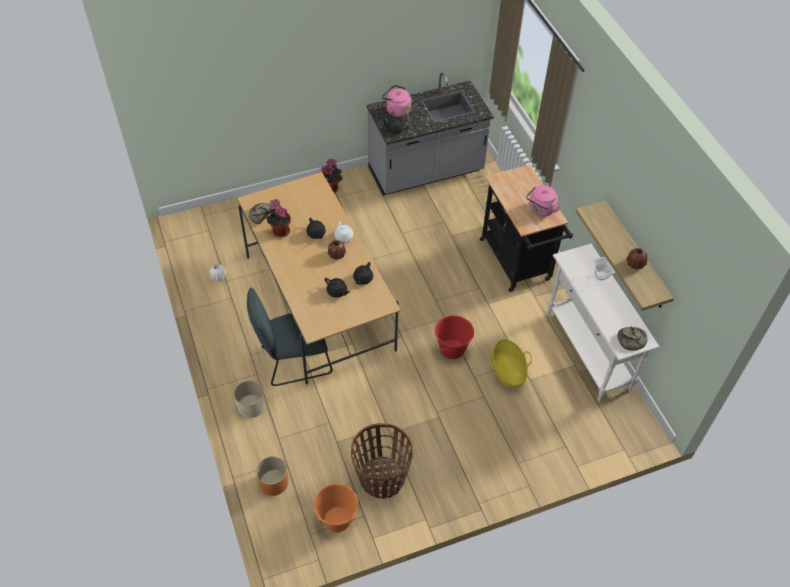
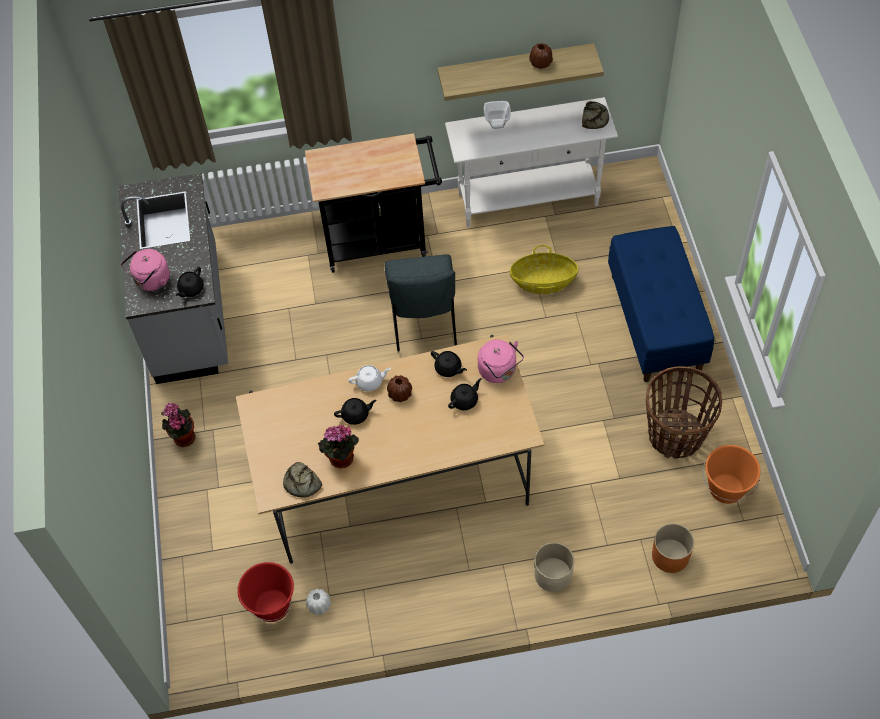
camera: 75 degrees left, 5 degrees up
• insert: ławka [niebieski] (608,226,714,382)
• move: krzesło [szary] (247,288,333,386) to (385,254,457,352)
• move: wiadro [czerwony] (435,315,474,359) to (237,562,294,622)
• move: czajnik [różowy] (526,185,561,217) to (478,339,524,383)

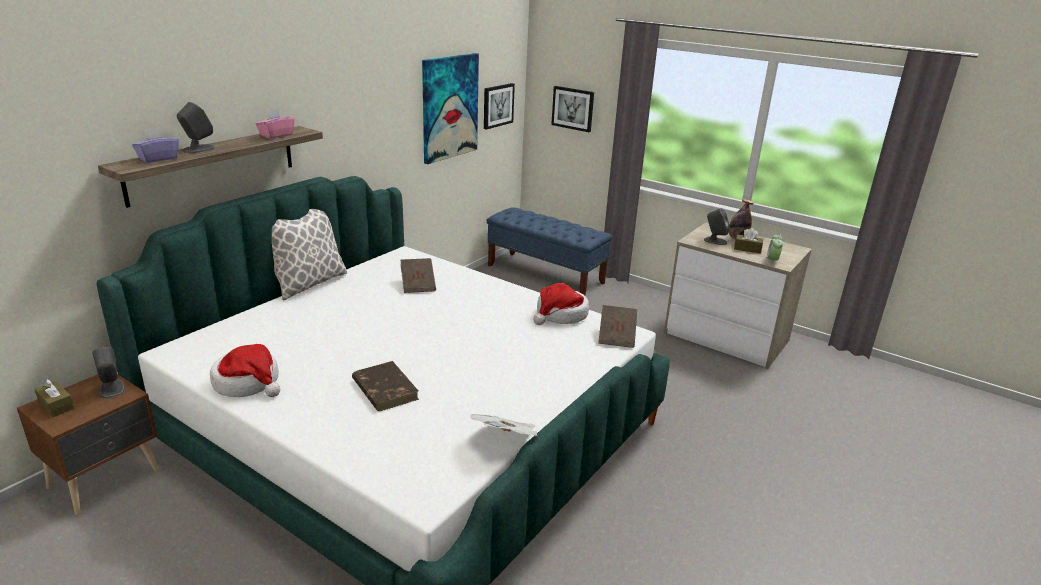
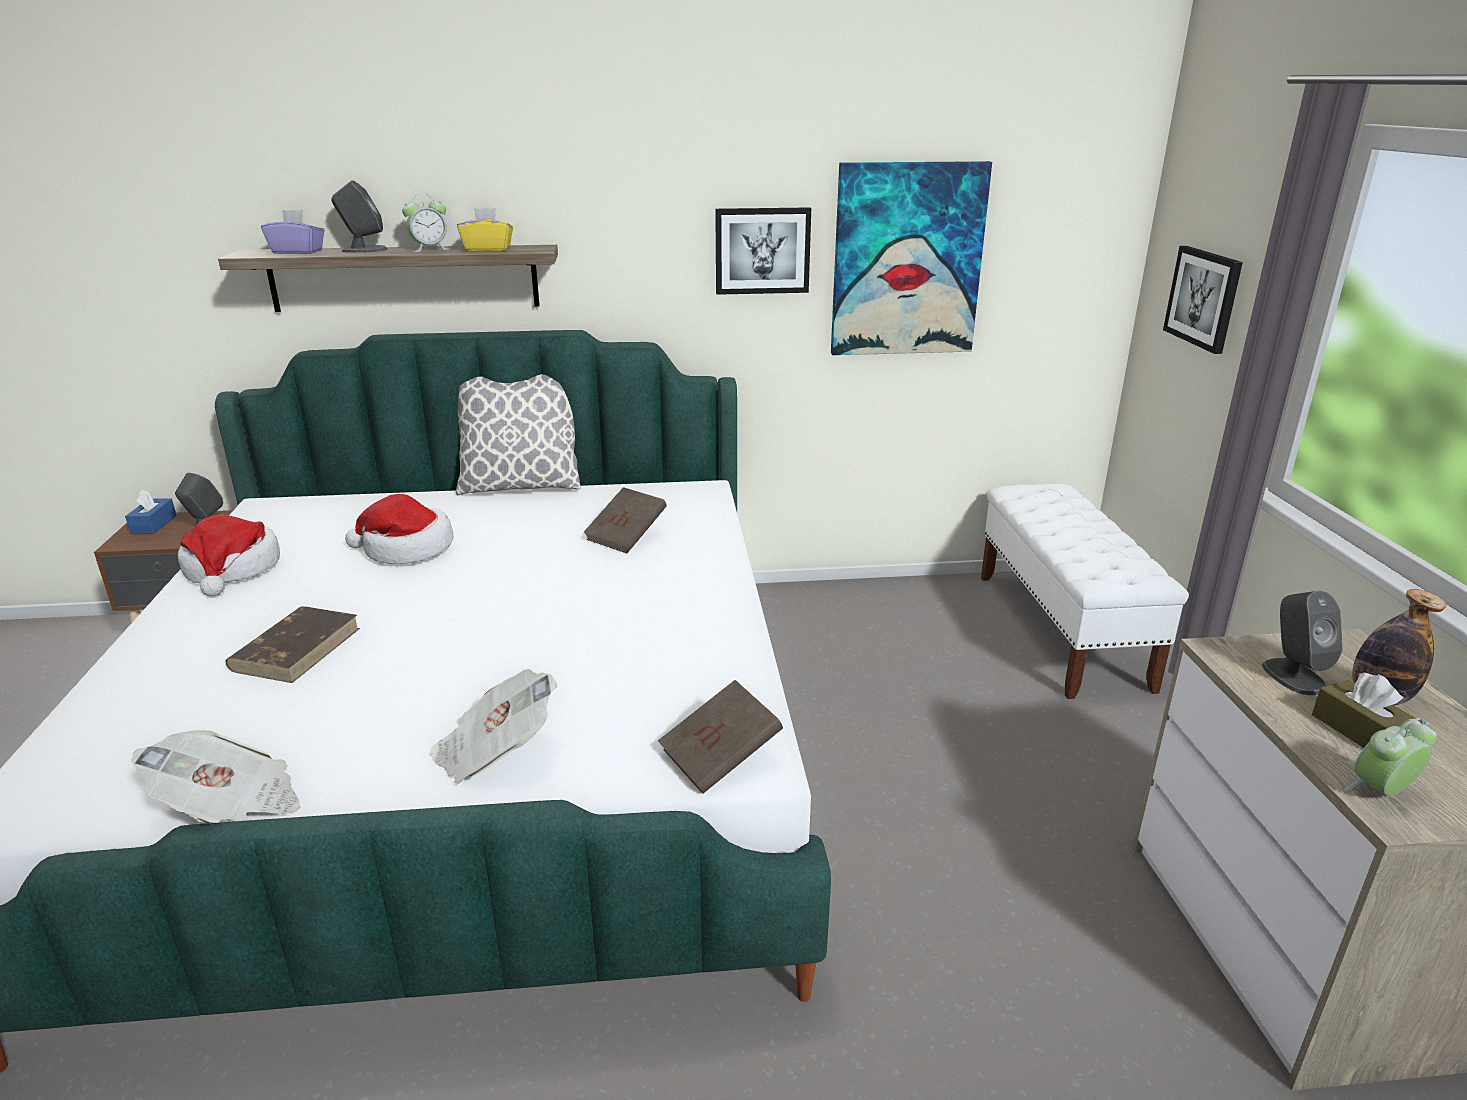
camera: 50 degrees right, 0 degrees up
• insert: budzik (402,194,449,252)
• insert: gazeta (429,669,557,784)
• move: obraz (484,83,515,130) to (715,207,811,295)
• move: kapelusz (534,283,589,325) to (345,494,454,564)
• recolor: pudełko chusteczek [brązowy] (35,379,75,417) to pudełko chusteczek [niebieski] (125,489,177,534)
• recolor: pudełko chusteczek [różowy] (256,109,295,139) to pudełko chusteczek [żółty] (457,208,513,252)
• recolor: ławka [niebieski] (487,207,612,296) to ławka [biały] (981,484,1189,699)

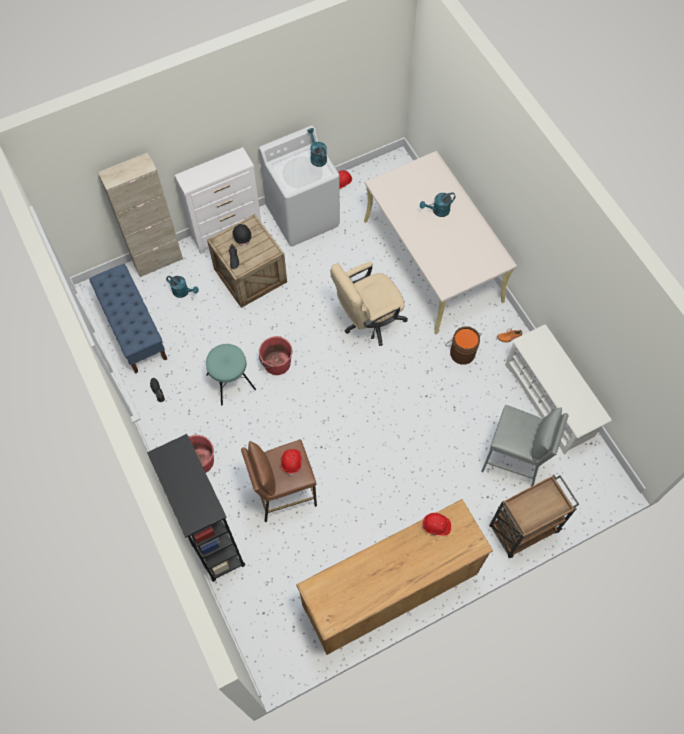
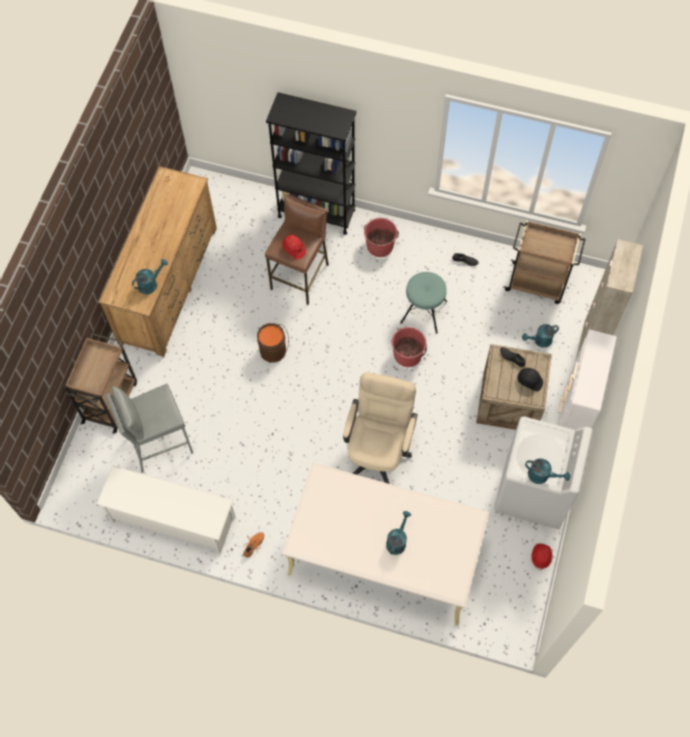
camera: 135 degrees right, 0 degrees up
• move: wiadro [brązowy] (445,326,482,365) to (257,323,289,363)
• replace: ławka [niebieski] (89,264,167,374) to wózek [brązowy] (503,220,586,304)
• replace: kask [czerwony] (422,513,451,536) to konewka [turkusowy] (132,259,168,294)

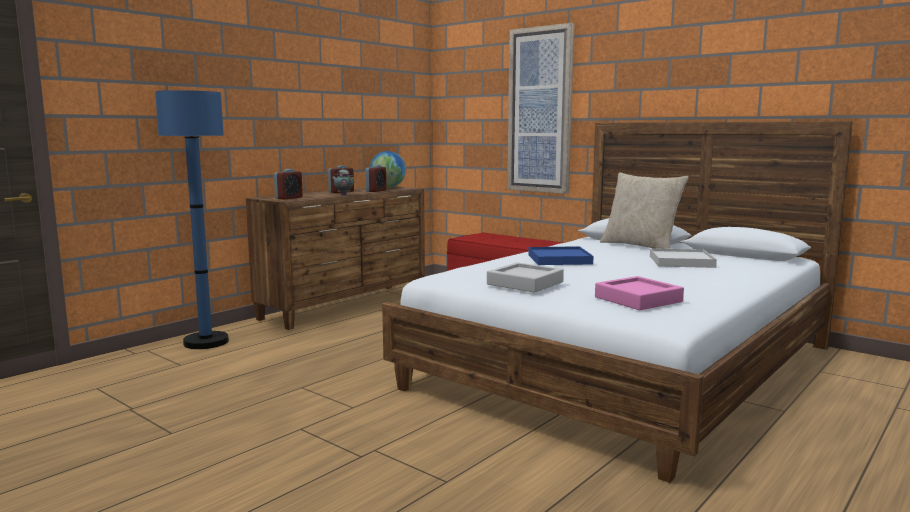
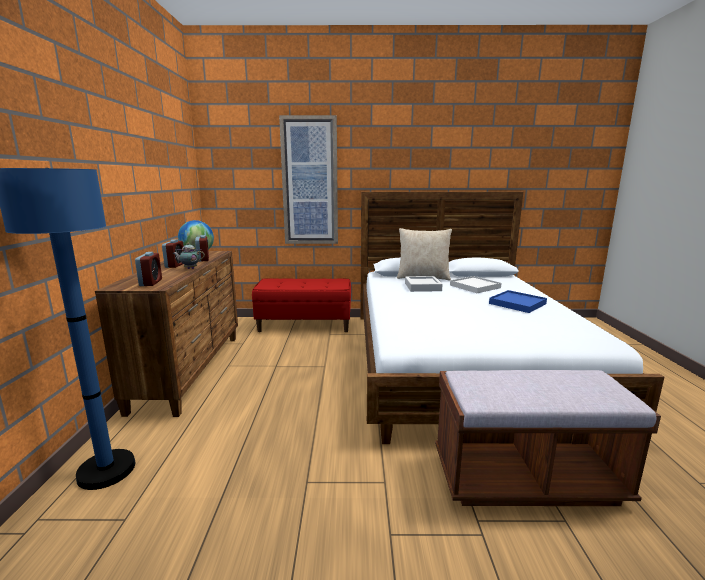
camera: 40 degrees left, 5 degrees up
• delete: taca [różowy] (595,276,684,310)
• insert: ławka [brązowy] (435,370,661,506)
• move: taca [szary] (487,263,564,293) to (405,276,443,292)
• move: taca [niebieski] (528,246,593,265) to (489,290,547,313)

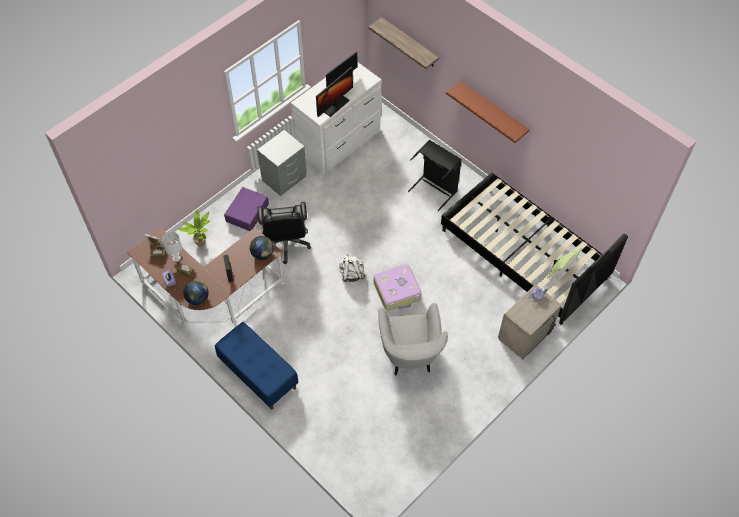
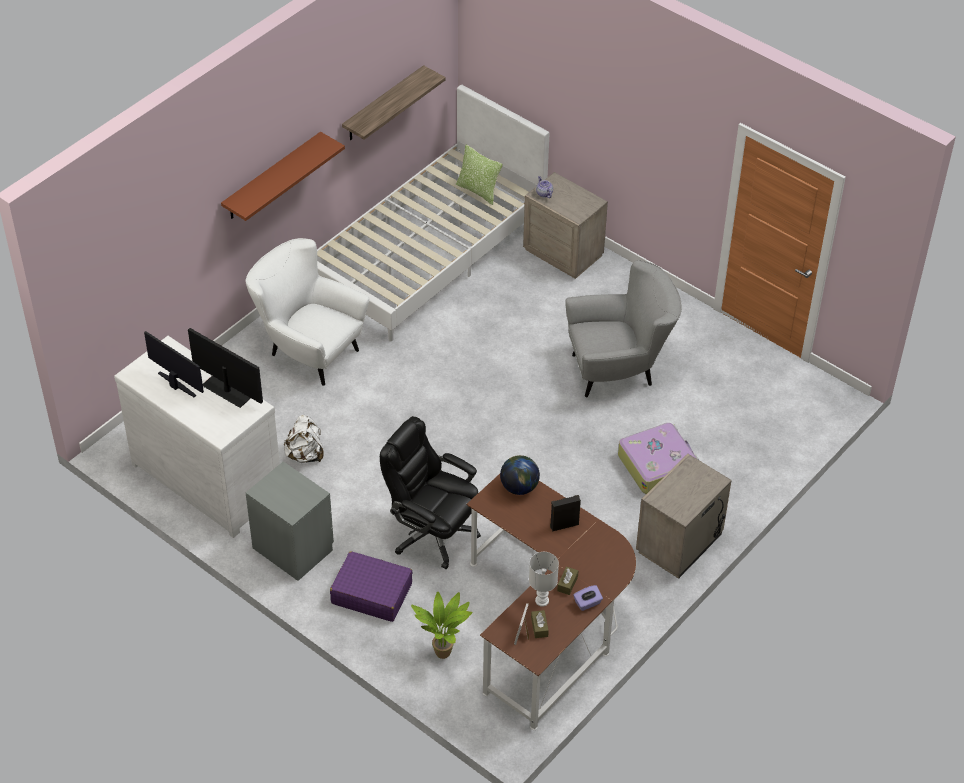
camera: 95 degrees left, 10 degrees down
• delete: globus (183,280,209,305)
• move: plecak [biały] (339,255,365,282) to (284,415,324,463)
• move: półka (368,17,439,69) to (342,65,445,140)
• move: walizka (374,264,422,311) to (618,423,699,494)
• replace: ławka [niebieski] (215,322,298,410) to szafka nocna [beżowy] (636,454,732,579)
• replace: kosz na pranie [czarny] (408,140,462,211) to fotel [biały] (245,238,370,386)
• recolor: łóżko [czarny] (441,173,628,325) to łóżko [biały] (317,85,549,342)
• rotate: krzesło biurowe [czarny] (257,202,311,264) = (380,416,481,569) 135 degrees counterclockwise

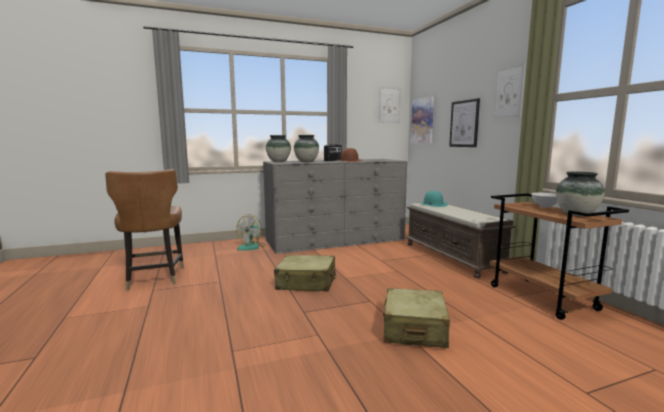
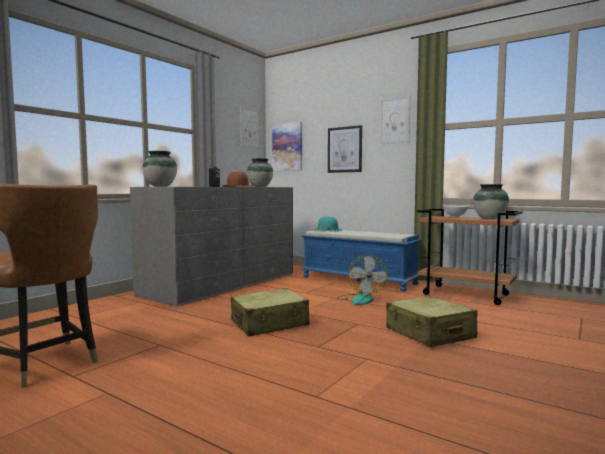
camera: 35 degrees left, 5 degrees down
• move: wentylator (236,214,265,251) to (337,255,387,305)
• move: wazon (294,135,319,162) to (247,158,273,187)
• recolor: ławka [brązowy] (406,203,516,278) to ławka [niebieski] (301,230,422,291)

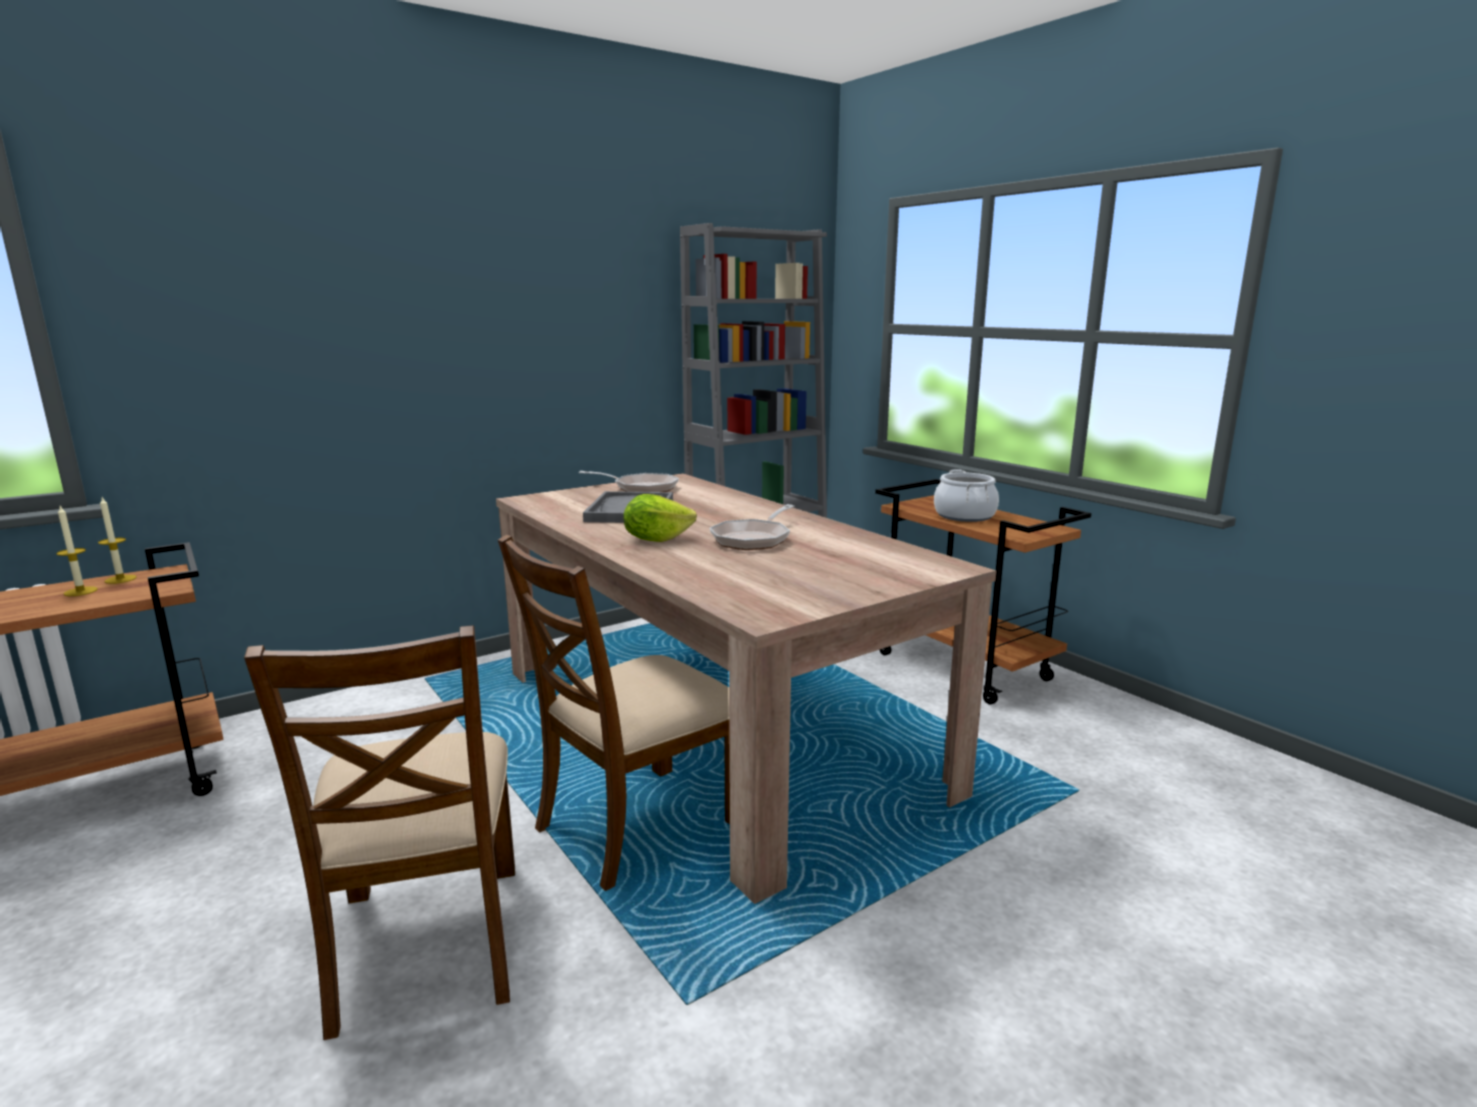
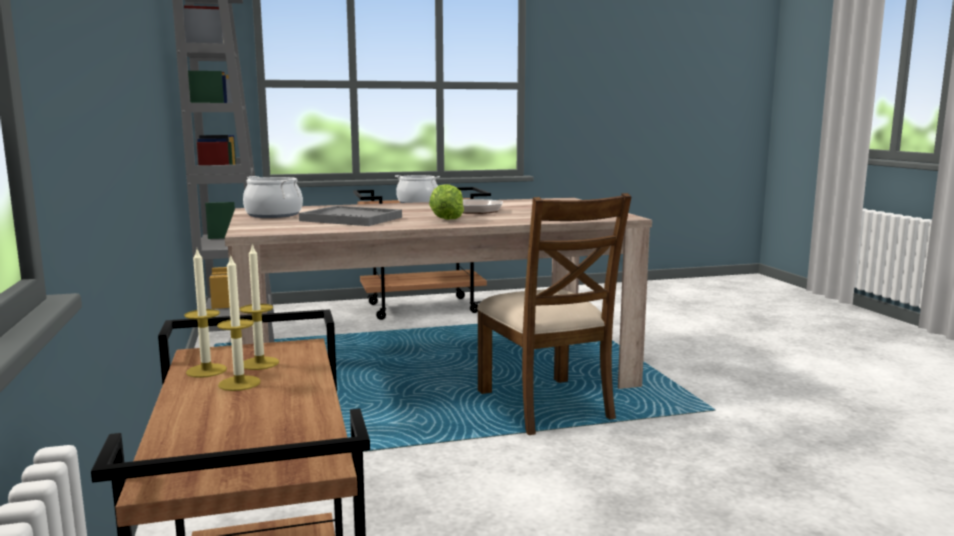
camera: 70 degrees left, 5 degrees down
• delete: krzesło [brązowy] (244,625,515,1040)
• insert: świeca (239,244,279,370)
• replace: patelnia (579,471,679,492) to garnek (243,176,303,218)

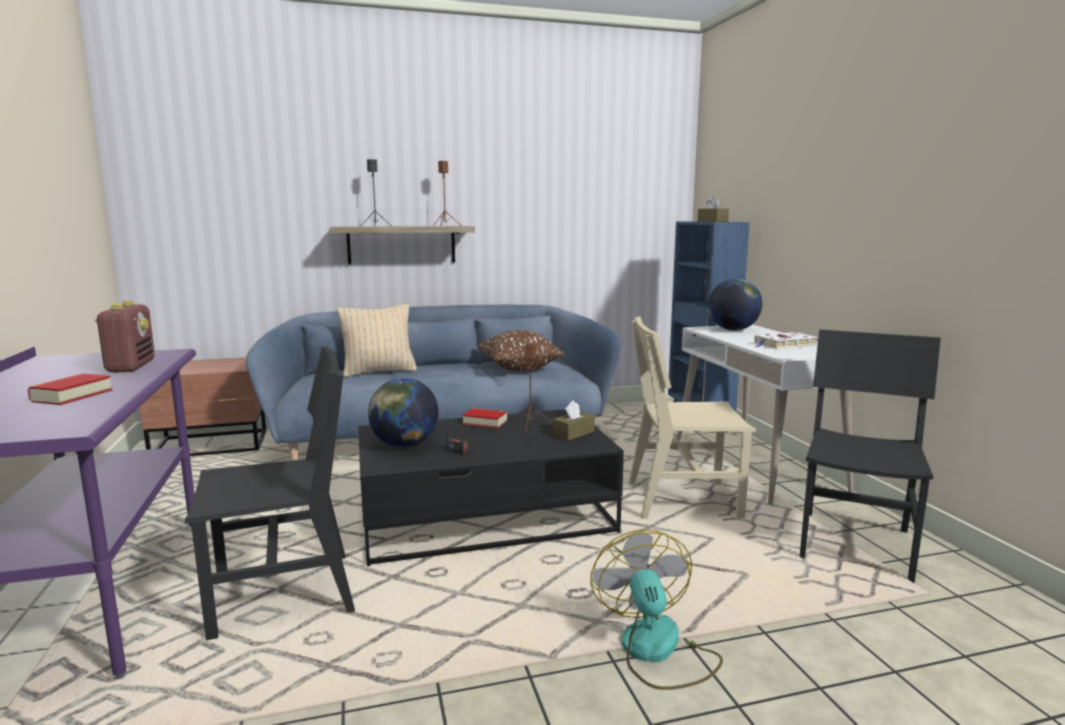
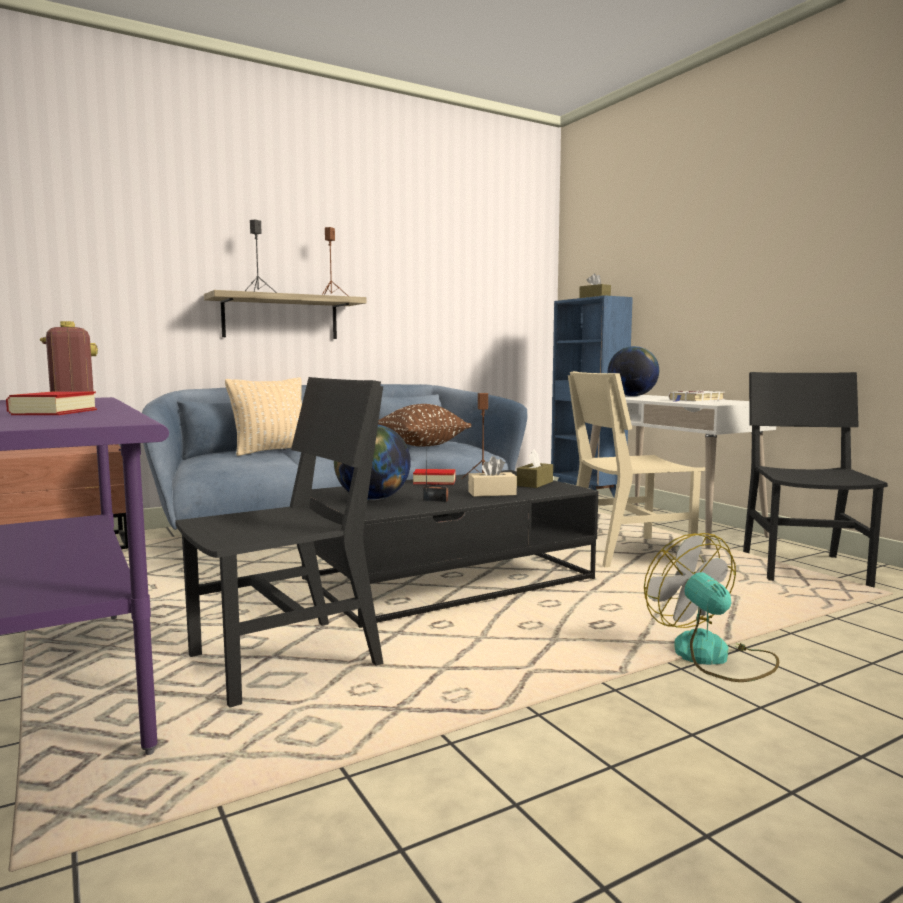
camera: 15 degrees left, 5 degrees down
• insert: pudełko chusteczek [beżowy] (468,456,517,497)

